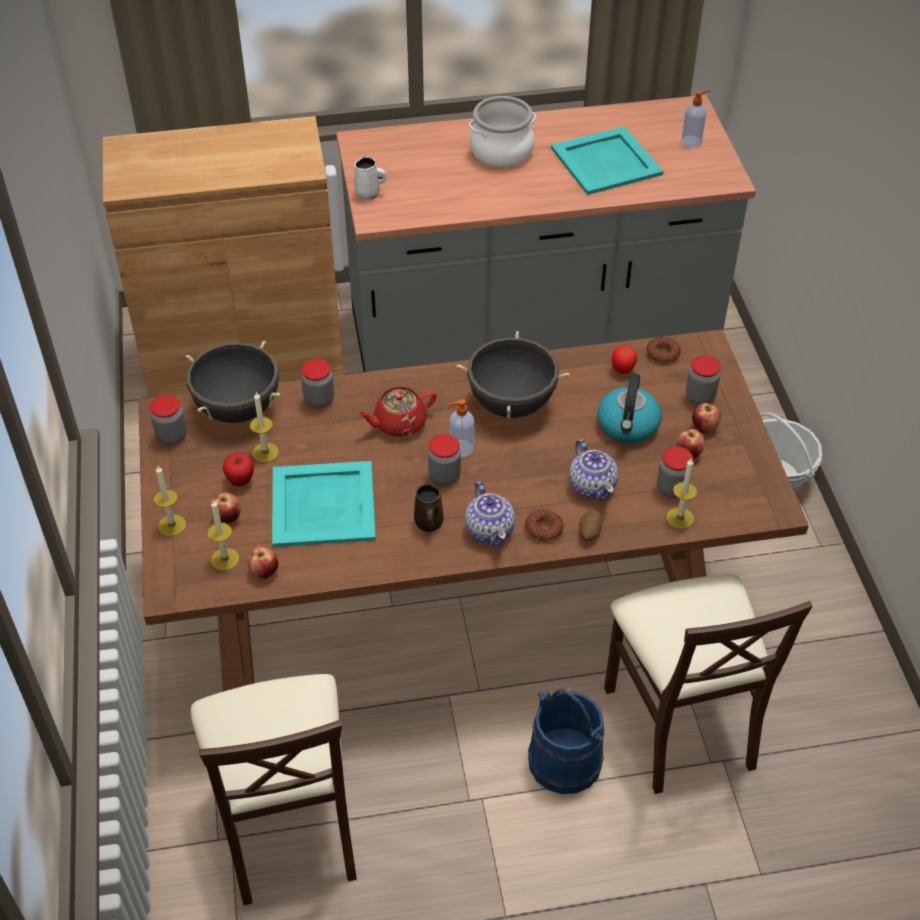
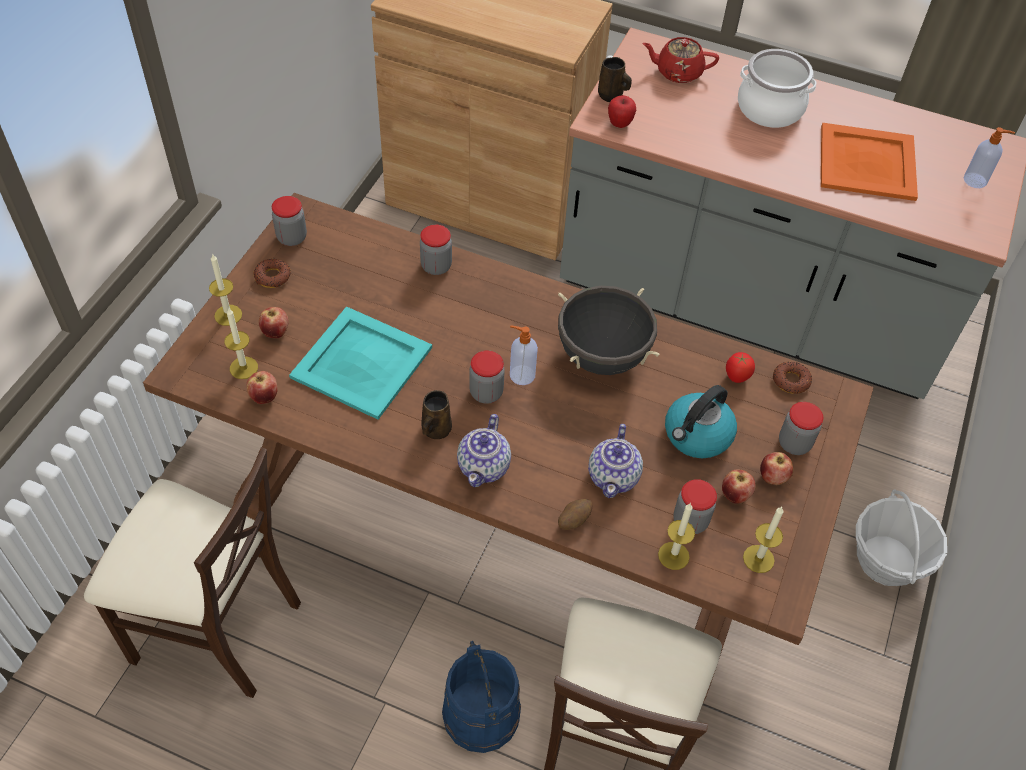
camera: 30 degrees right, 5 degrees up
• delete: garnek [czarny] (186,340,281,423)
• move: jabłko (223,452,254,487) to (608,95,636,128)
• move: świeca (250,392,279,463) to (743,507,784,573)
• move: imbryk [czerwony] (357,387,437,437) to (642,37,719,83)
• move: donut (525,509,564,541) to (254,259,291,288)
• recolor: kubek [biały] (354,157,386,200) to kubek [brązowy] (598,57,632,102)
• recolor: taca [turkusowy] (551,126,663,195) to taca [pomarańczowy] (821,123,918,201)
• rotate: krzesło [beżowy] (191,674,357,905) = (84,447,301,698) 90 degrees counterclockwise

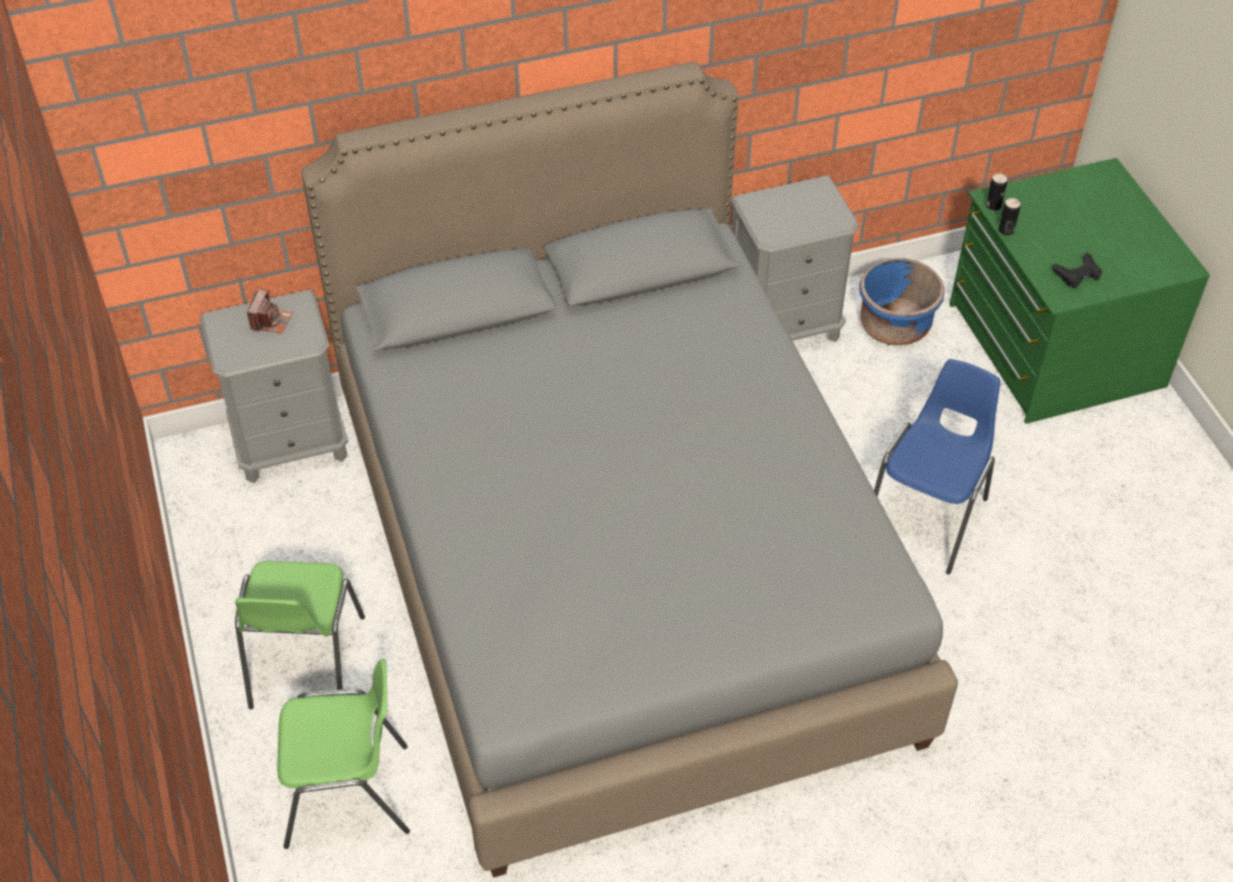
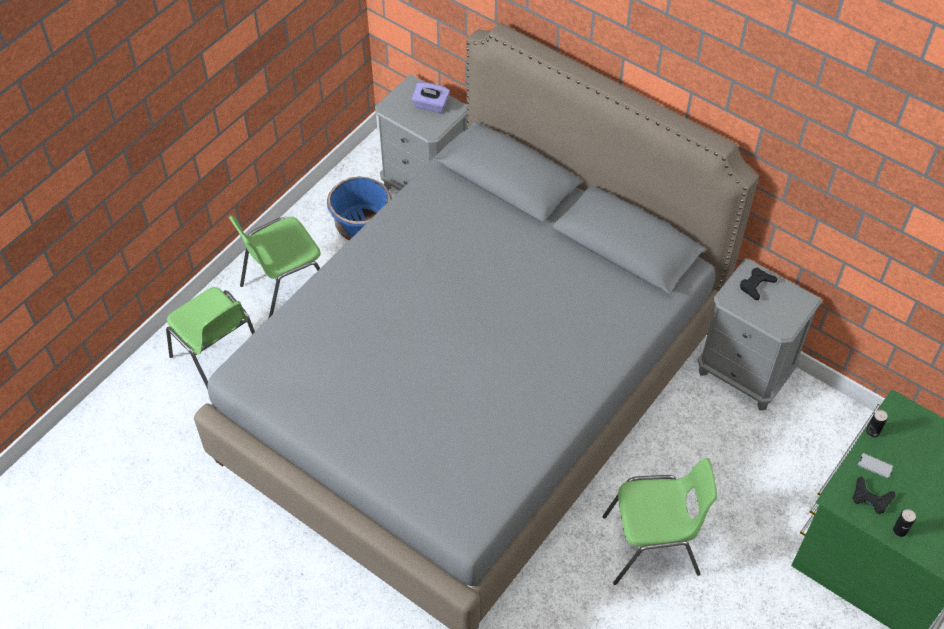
camera: 55 degrees right, 5 degrees up
• insert: pad do gier [czarny] (740,268,777,300)
• insert: telefon (858,453,894,478)
• move: donica [niebieski] (859,258,945,346) to (327,176,392,240)
• move: puszka (986,173,1007,211) to (893,509,916,537)
• replace: aparat fotograficzny (247,290,292,333) to pudełko chusteczek [fioletowy] (412,82,450,113)
• recolor: krzesło [niebieski] (874,359,1001,575) to krzesło [zielony] (603,458,717,585)

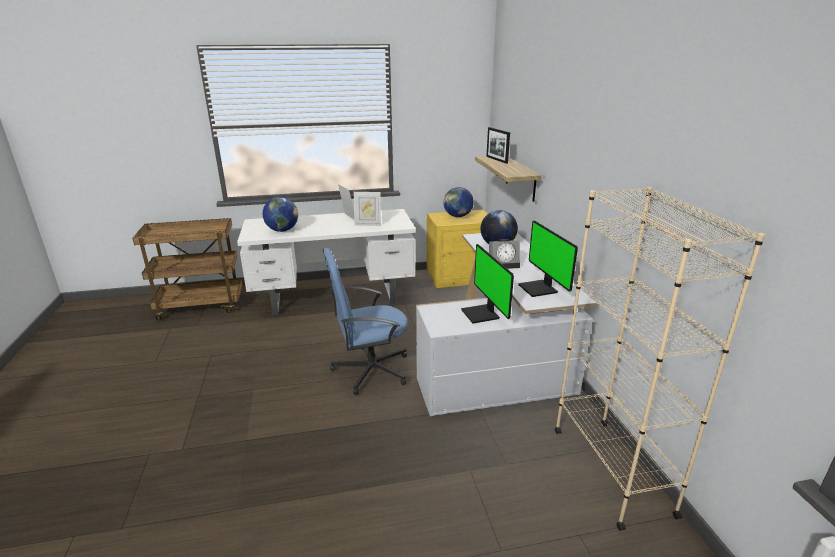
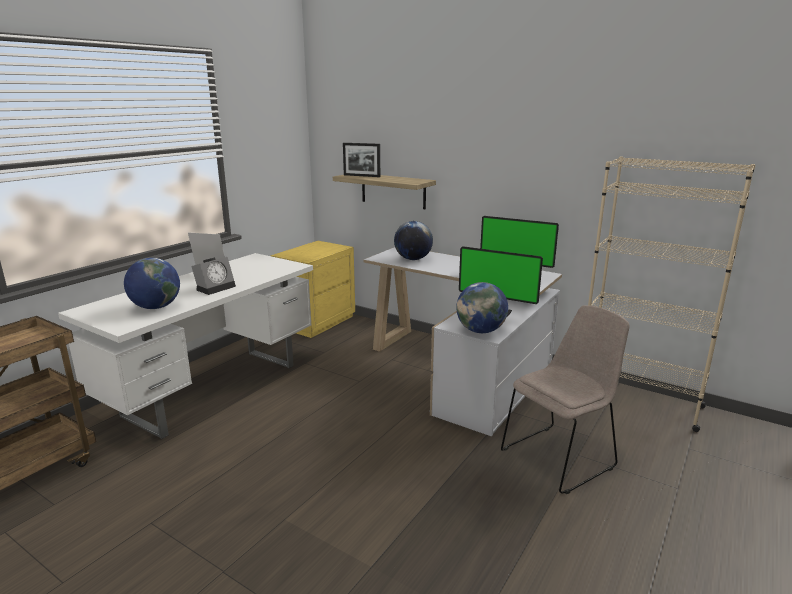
camera: 45 degrees left, 5 degrees down
• delete: krzesło biurowe [niebieski] (323,248,408,395)
• delete: ramka na zdjęcie (354,192,381,226)
• insert: krzesło [beżowy] (501,305,629,494)
• move: globus (444,187,474,217) to (456,282,508,333)
• move: budzik (489,239,520,269) to (191,257,236,295)

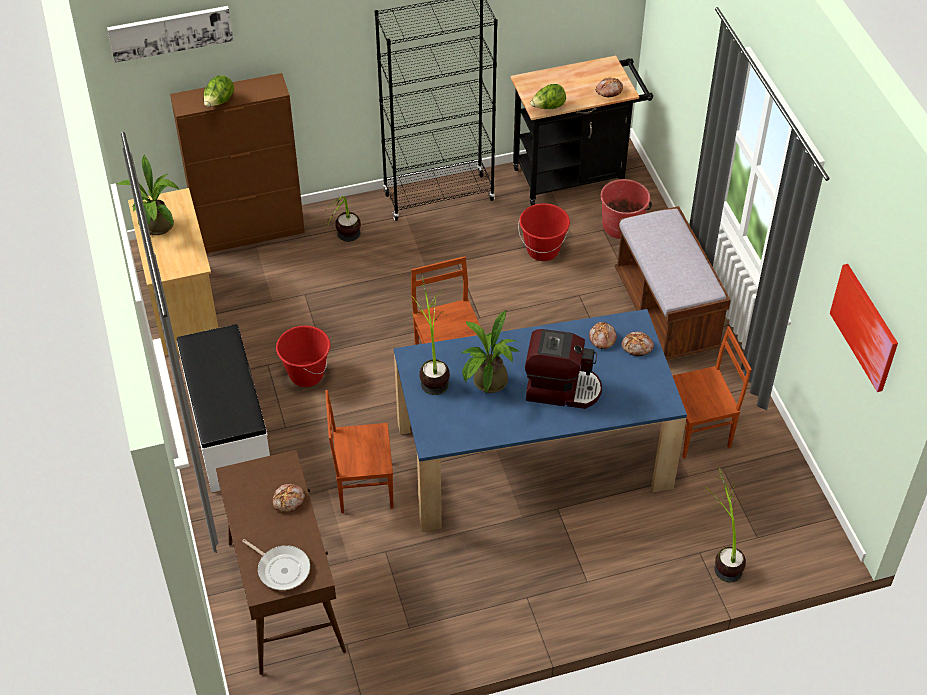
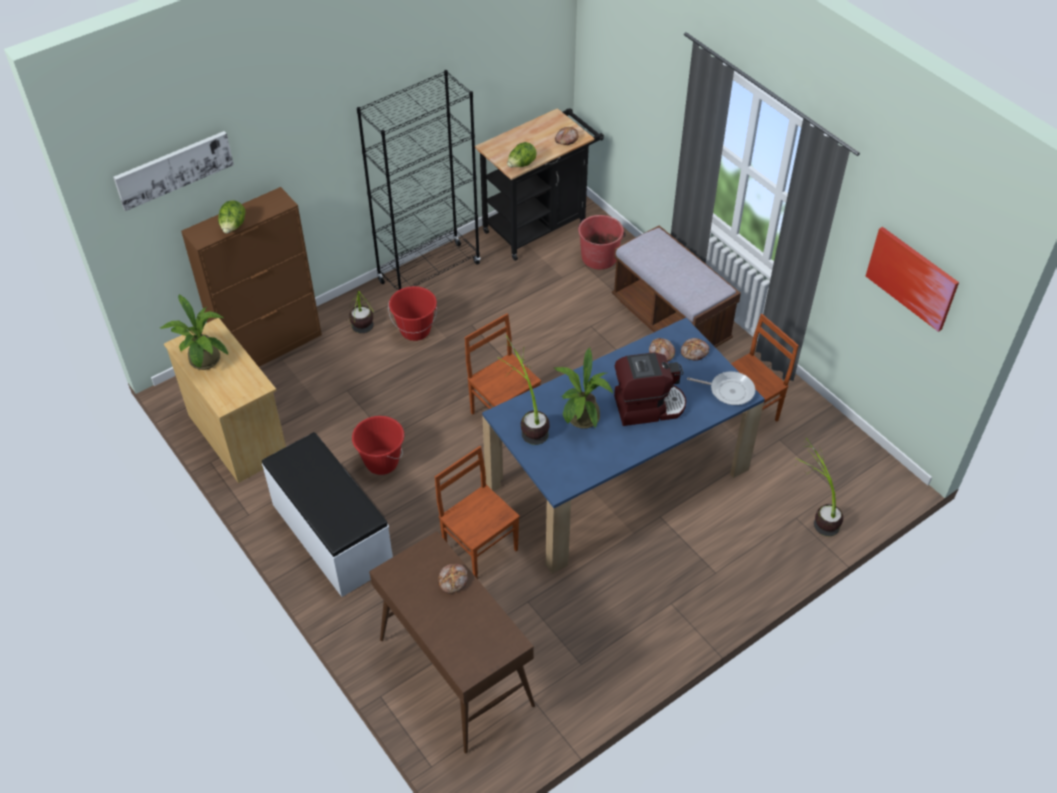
camera: 20 degrees left, 0 degrees up
• move: patelnia (242,539,310,590) to (687,371,755,405)
• move: wiadro [czerwony] (518,203,570,261) to (388,286,437,341)
• rotate: krzesło [brązowy] (325,390,394,513) = (435,446,520,579) 75 degrees clockwise

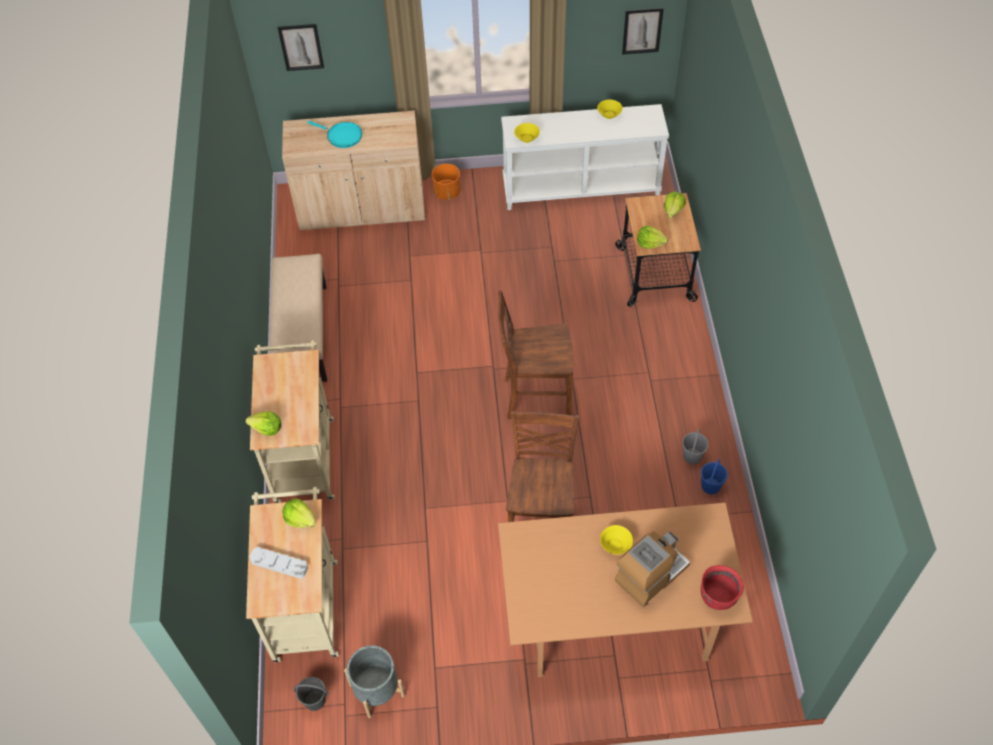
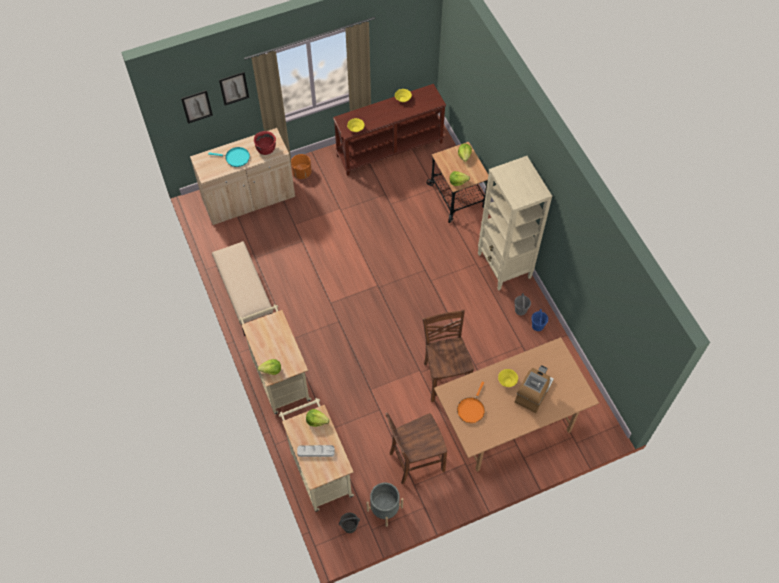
camera: 20 degrees left, 5 degrees up
• insert: patelnia [pomarańczowy] (457,381,485,423)
• insert: regał [beżowy] (478,156,552,291)
• move: krzesło [brązowy] (498,291,573,419) to (385,413,447,484)
• move: obraz (622,8,664,55) to (219,72,249,106)
• move: garnek [czerwony] (701,565,744,610) to (254,131,276,155)
• recolor: stolik konsolowy [biały] (501,104,669,210) to stolik konsolowy [brązowy] (333,84,446,176)

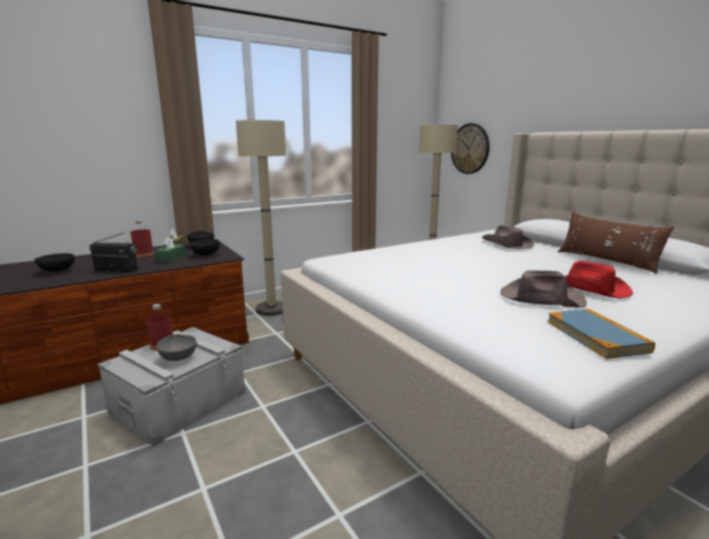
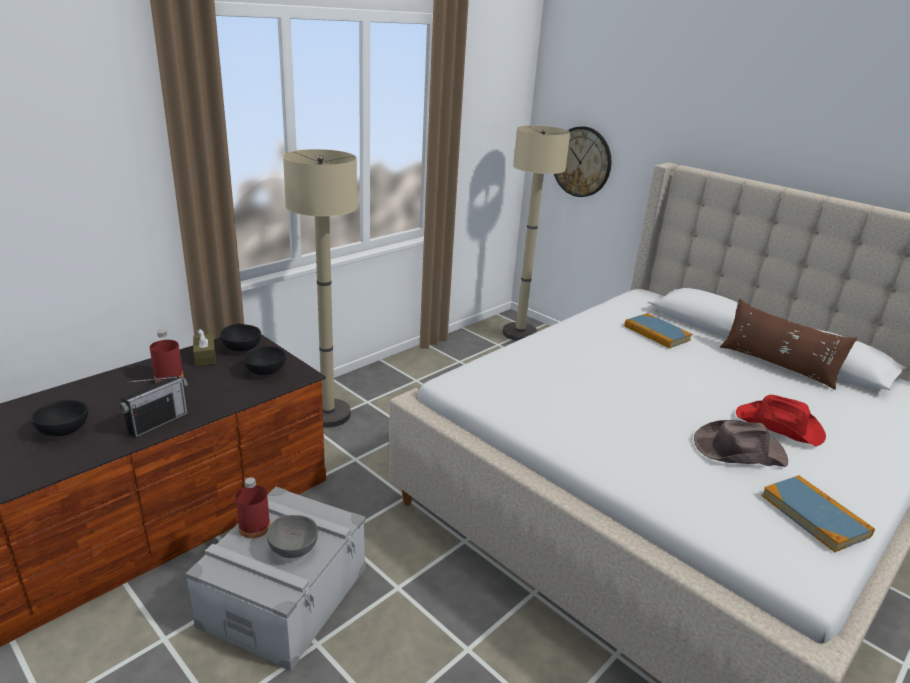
camera: 15 degrees left, 10 degrees up
• delete: pudełko chusteczek [zielony] (155,237,186,263)
• replace: kapelusz [brązowy] (482,225,534,249) to książka (624,313,692,348)
• rotate: radio (89,232,138,273) = (119,376,188,438) 135 degrees clockwise

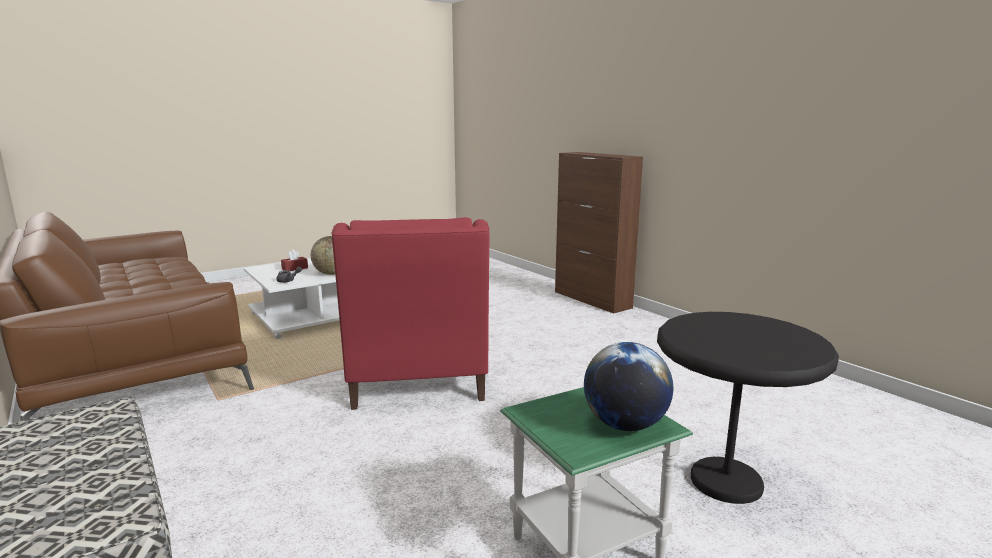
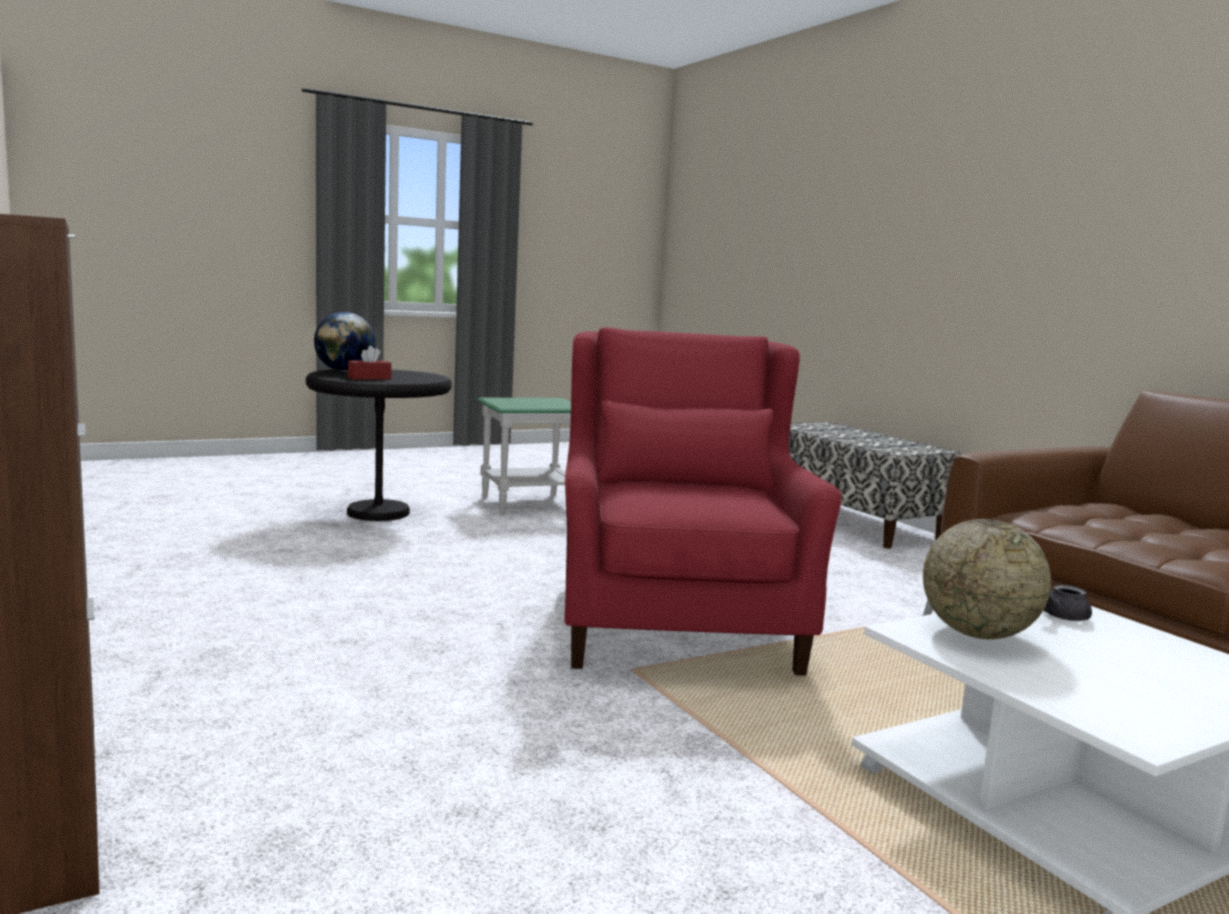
camera: 175 degrees left, 5 degrees down
• move: pudełko chusteczek [czerwony] (281,250,308,271) to (348,346,391,379)
• move: globus (584,342,673,431) to (314,312,376,372)

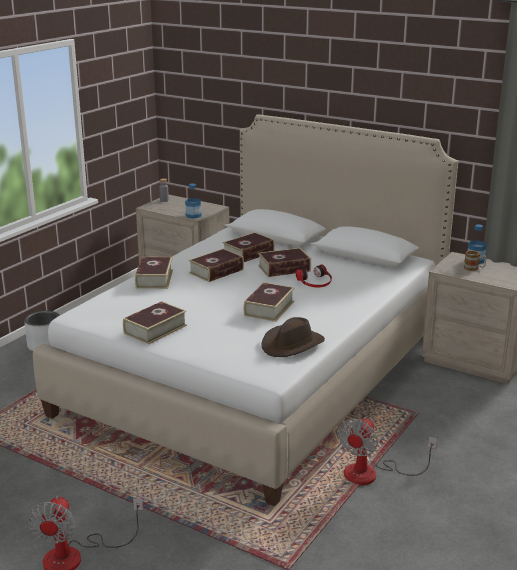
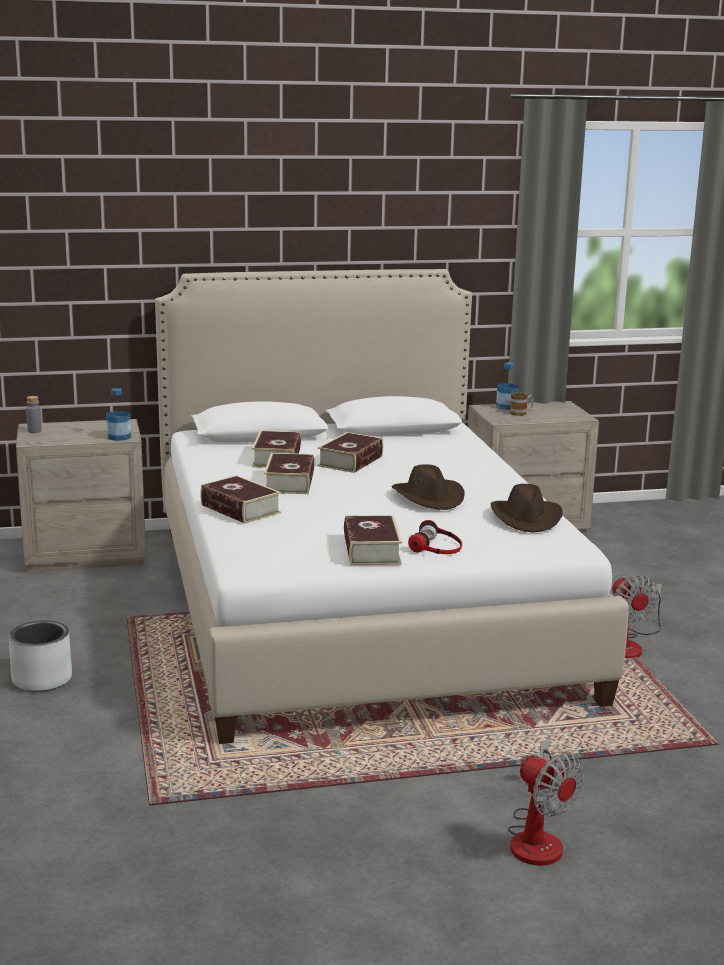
camera: 45 degrees left, 5 degrees down
• move: słuchawki (296,265,332,287) to (408,520,462,554)
• replace: książka (243,282,294,322) to kapelusz [brązowy] (392,464,464,510)

